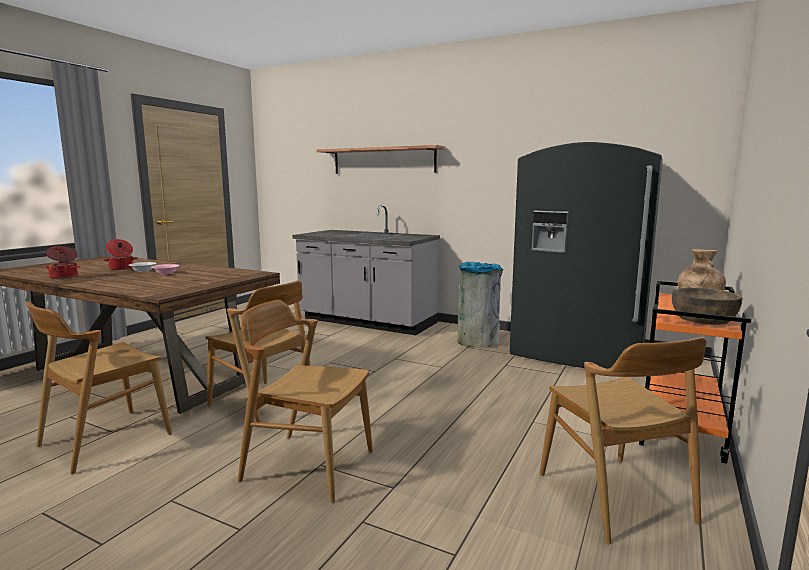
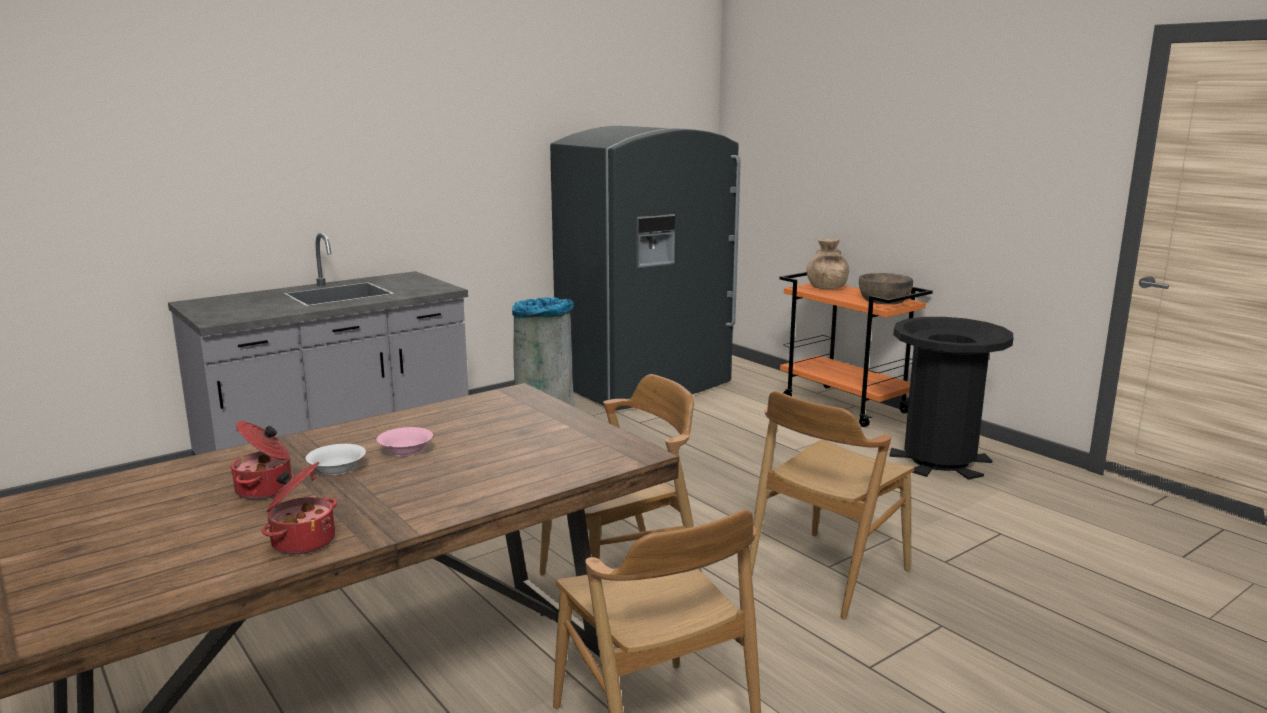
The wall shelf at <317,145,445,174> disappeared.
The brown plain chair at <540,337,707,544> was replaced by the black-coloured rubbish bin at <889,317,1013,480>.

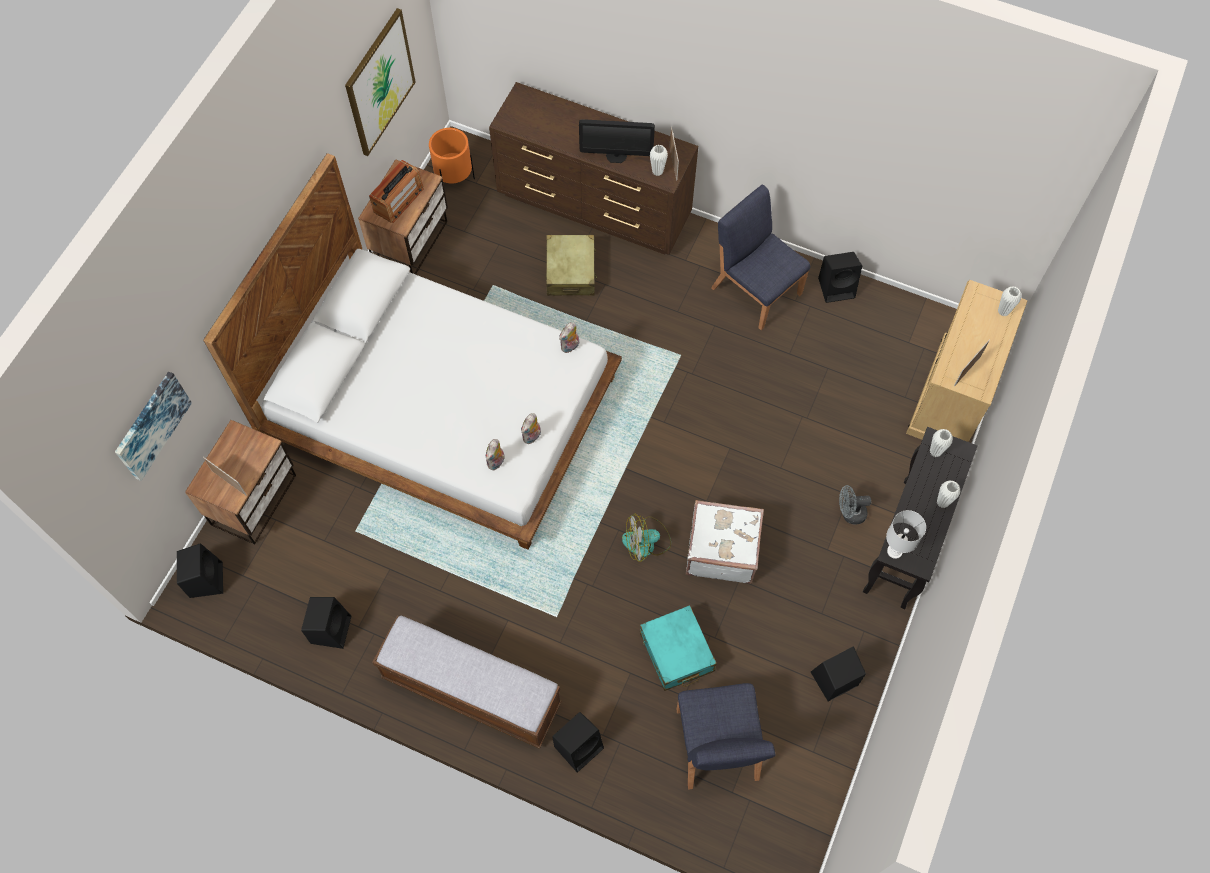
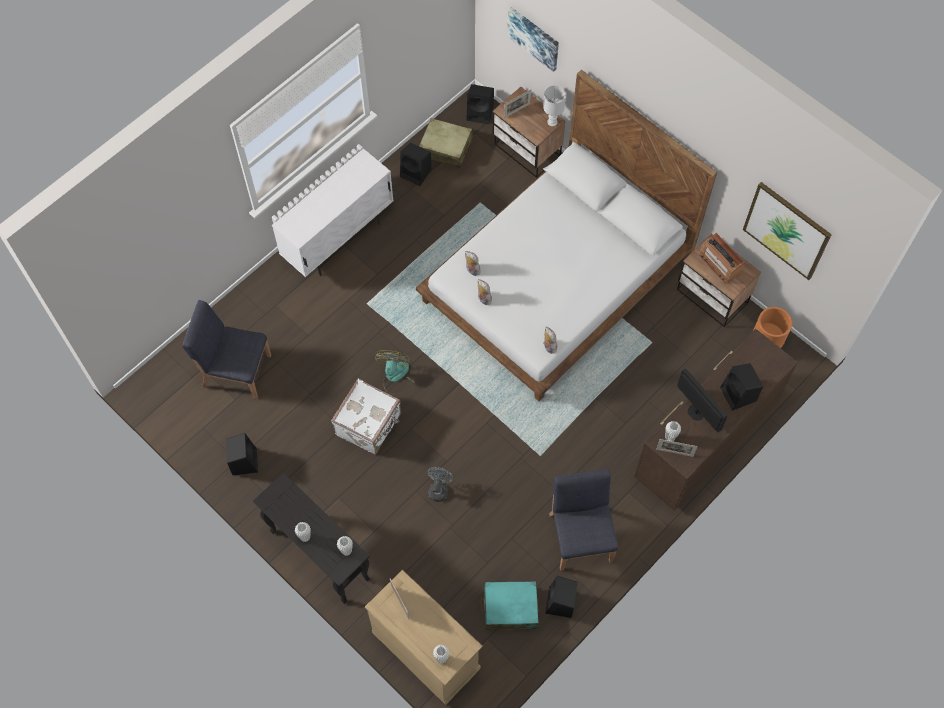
The long seat at <372,615,562,749> was replaced by the white-coloured cabinet at <272,148,393,277>.
The sand-coloured suitcase moved from <546,235,597,296> to <419,118,473,168>.
The black-coloured audio speaker moved from <552,712,604,773> to <720,363,763,411>.
The monitor at <579,119,655,163> turned 120 degrees clockwise.
The turquoise-coloured suitcase moved from <640,605,716,691> to <481,581,538,630>.
The bluish plain chair at <711,184,810,330> turned 75 degrees counterclockwise.
The grey electric fan moved from <839,485,871,525> to <428,467,453,502>.
The white-coloured tabletop lamp moved from <886,510,926,559> to <543,86,566,126>.

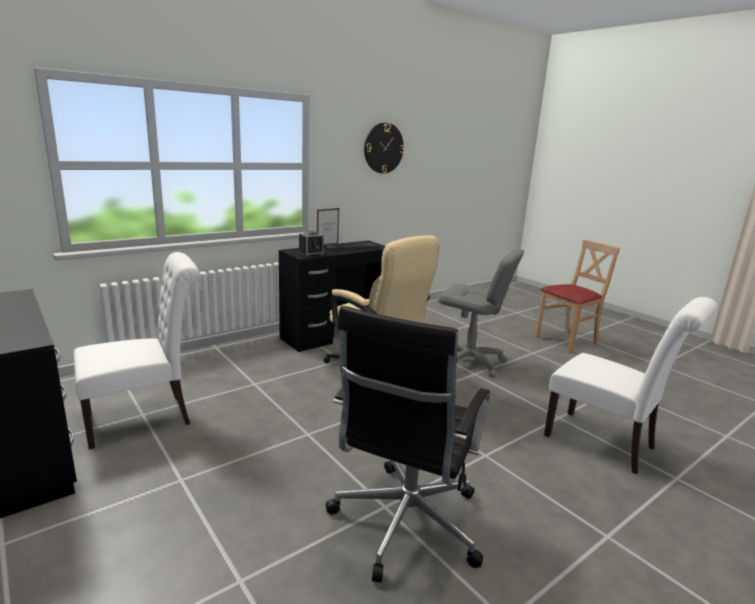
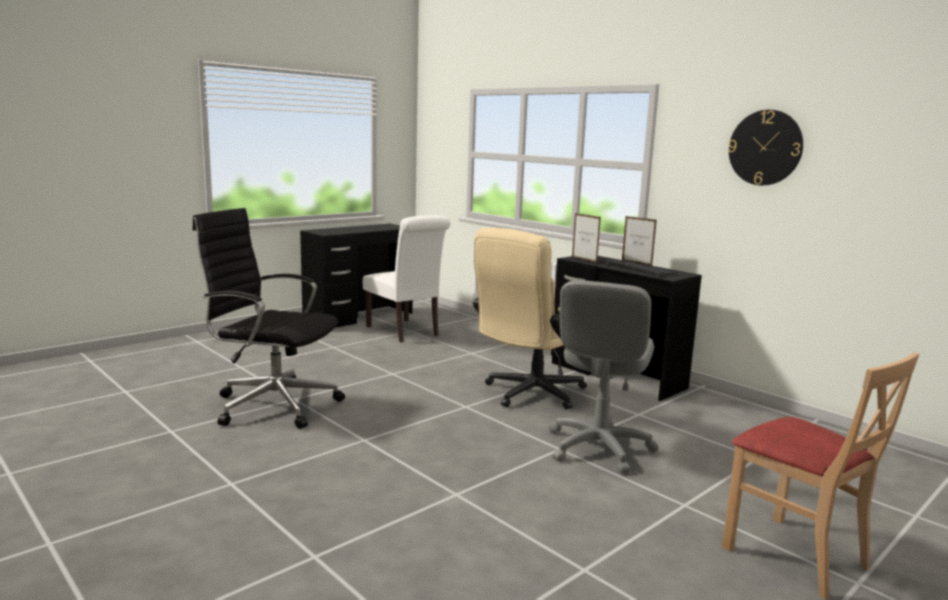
The alarm clock at <298,231,325,257> was replaced by the photo frame at <572,213,601,263>.
The white-coloured plain chair at <544,297,717,474> disappeared.

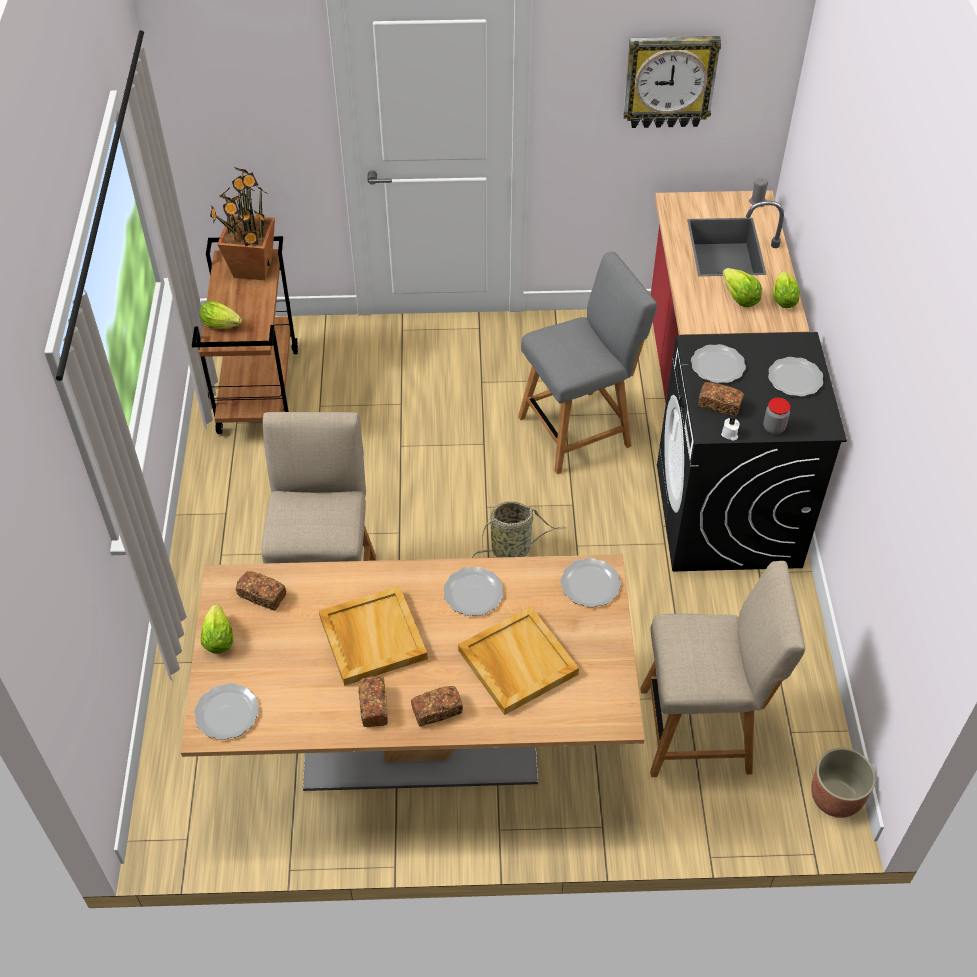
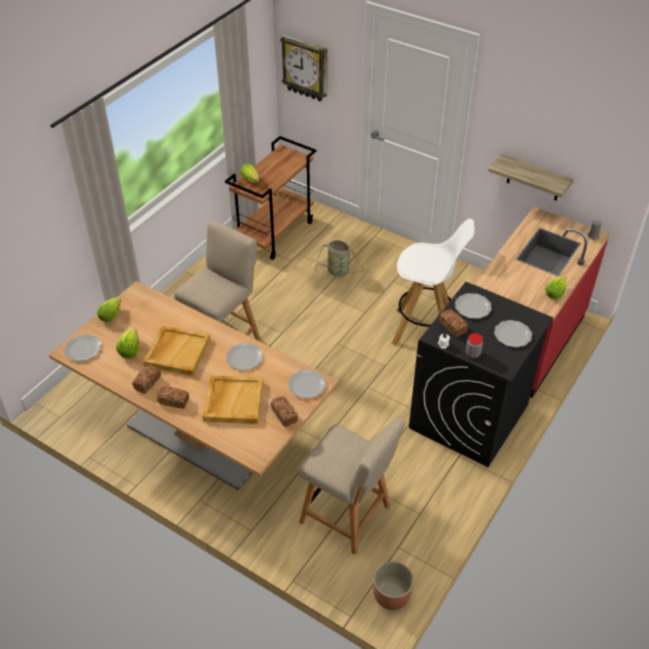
The plant in a pot at <210,167,275,280> disappeared.
The bread moved from <236,571,286,610> to <271,396,298,427>.
The basket moved from <472,501,567,558> to <315,240,371,277>.
The grey plain chair at <518,251,657,474> was replaced by the white-coloured stool seat at <392,219,475,345>.
The wall clock moved from <623,36,721,128> to <280,35,327,101>.
The lettuce moved from <722,268,762,307> to <116,328,139,359>.
The wall shelf at <488,154,573,200> appeared.

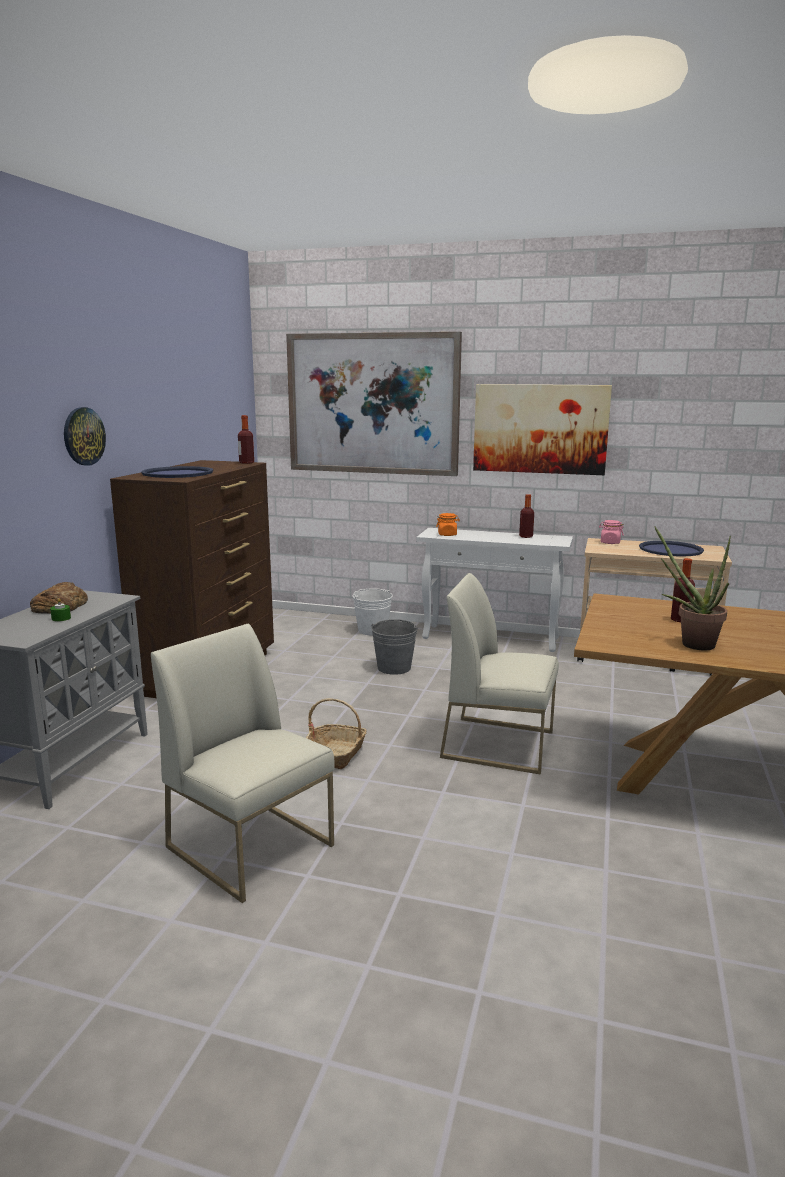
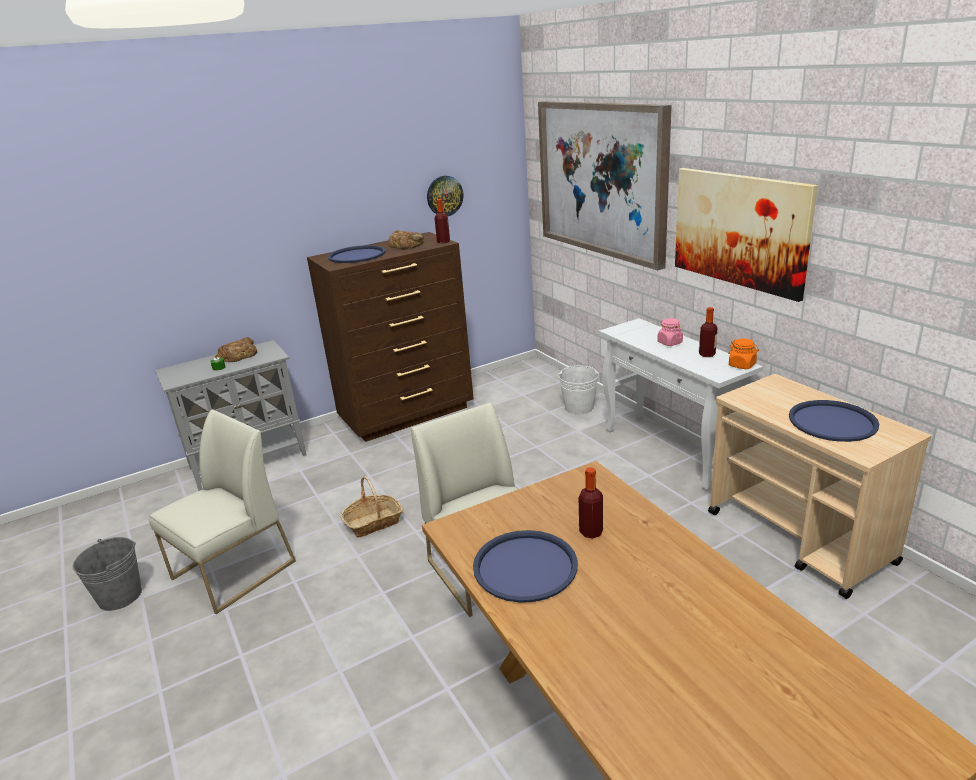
The wall clock moved from <64,407,106,466> to <427,176,463,216>.
The white-coloured plain chair at <151,624,335,903> turned 45 degrees clockwise.
The grey pail moved from <371,619,418,675> to <73,537,142,611>.
The orange jar moved from <436,513,460,536> to <729,339,759,369>.
The pink jar moved from <599,520,624,544> to <657,318,683,346>.
The plant in a pot at <654,526,731,651> was replaced by the bluish carrying tray at <473,530,578,603>.
The bread at <389,230,424,250> appeared.

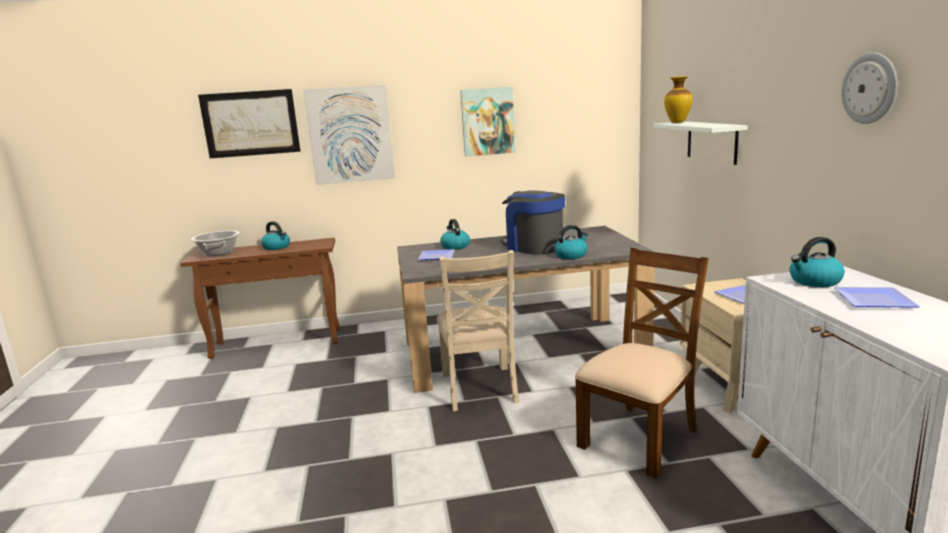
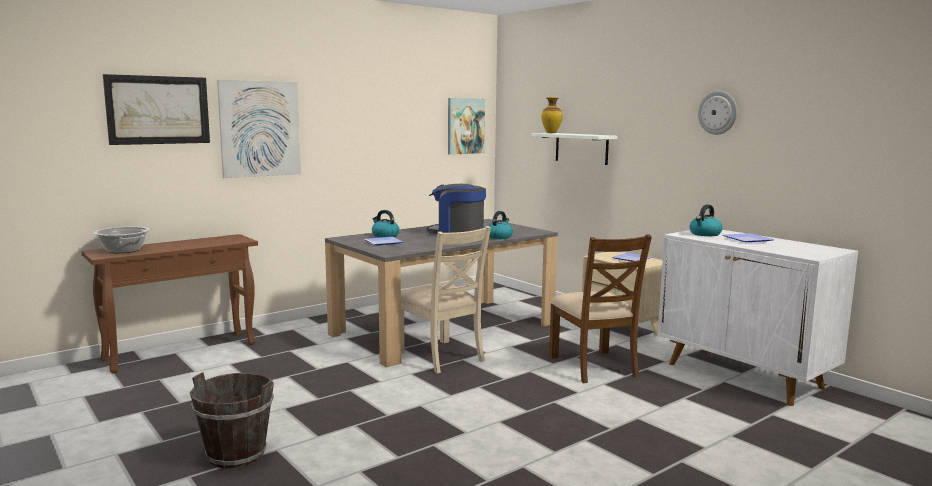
The water kettle at <261,221,290,250> disappeared.
The wall art moved from <460,87,516,157> to <448,98,485,155>.
The brown plain chair at <575,248,709,478> turned 150 degrees clockwise.
The brown pail at <190,372,274,468> appeared.

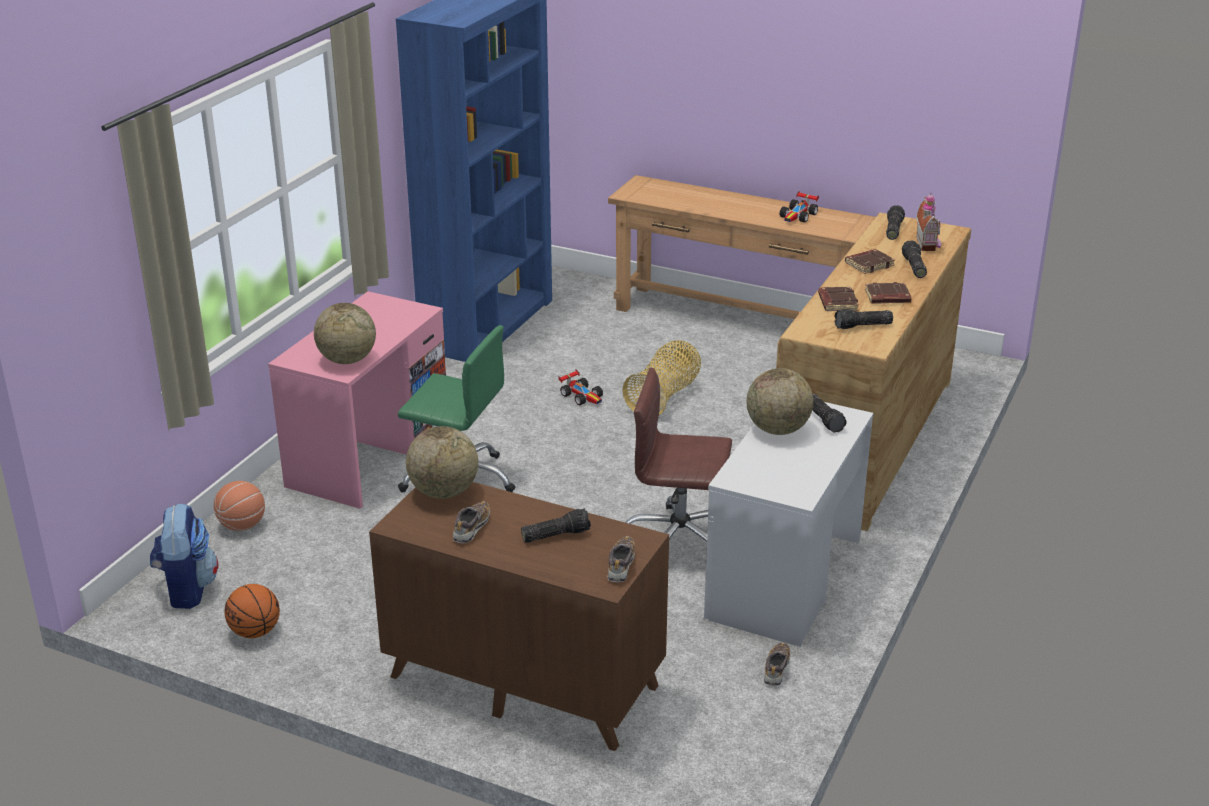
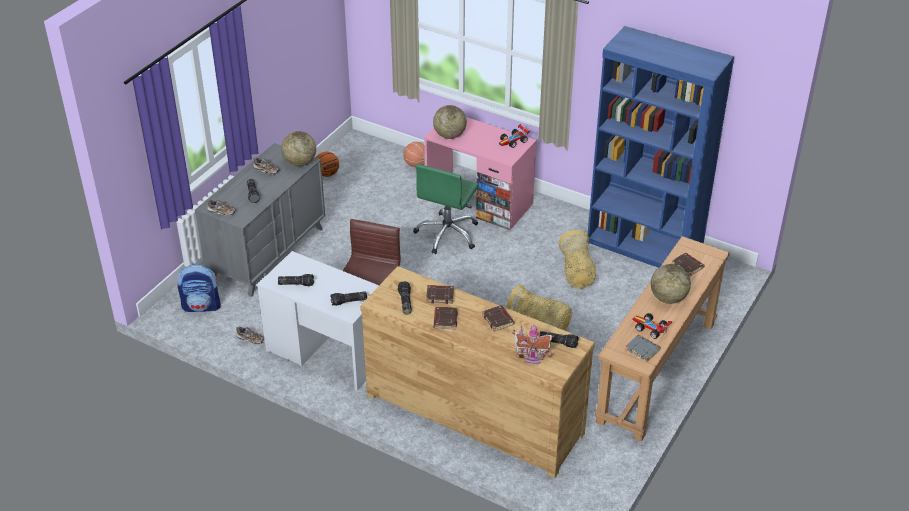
The backpack moved from <150,504,218,609> to <177,264,221,312>.
The brown dresser at <369,482,669,751> became the grey dresser at <195,143,325,297>.
The model car moved from <558,370,603,405> to <499,124,530,148>.
The world globe moved from <746,368,813,435> to <651,264,691,304>.
The flashlight moved from <902,240,927,278> to <278,274,314,286>.
The basket at <559,230,596,289> appeared.
The grey volume at <625,335,661,362> appeared.
The brown volume at <671,253,705,276> appeared.

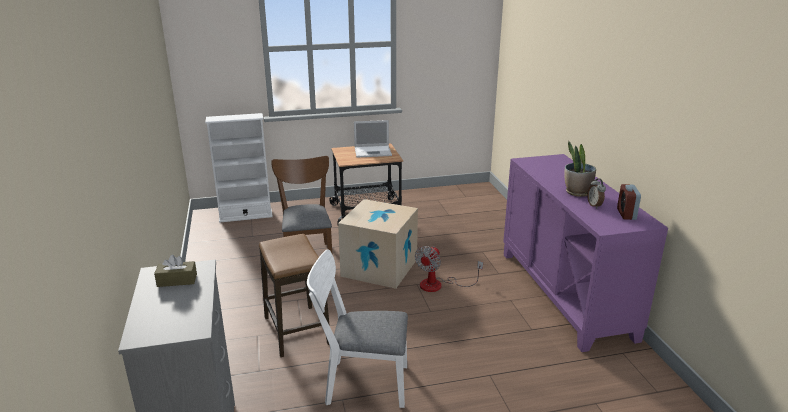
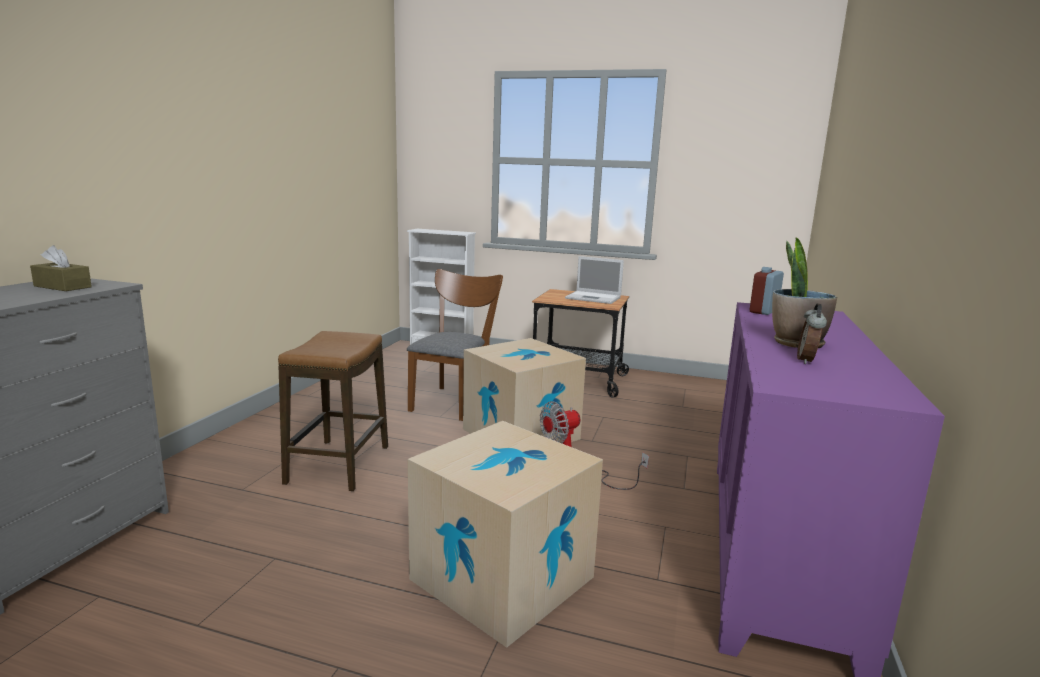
The white-coloured plain chair at <307,250,408,408> disappeared.
The alarm clock moved from <617,184,641,220> to <750,267,784,315>.
The packing box at <408,421,603,648> appeared.

